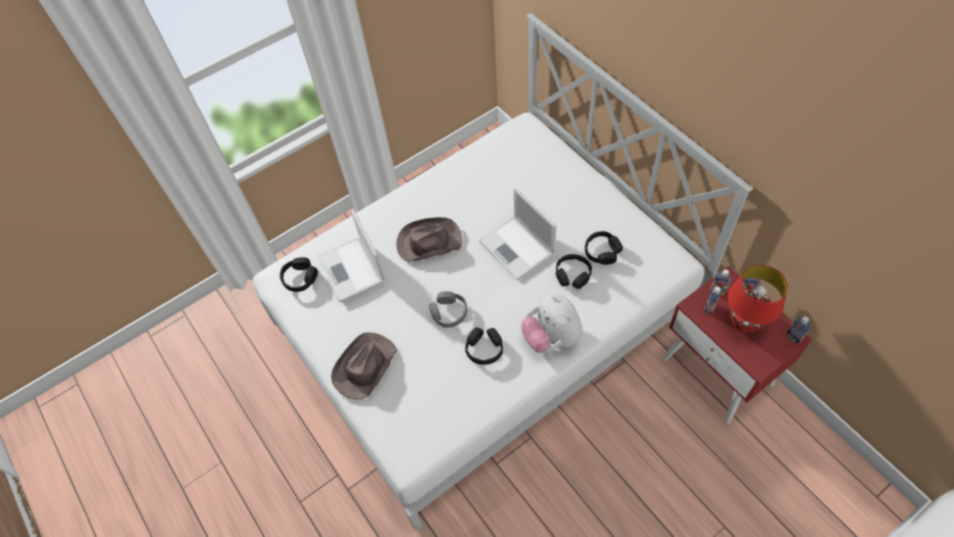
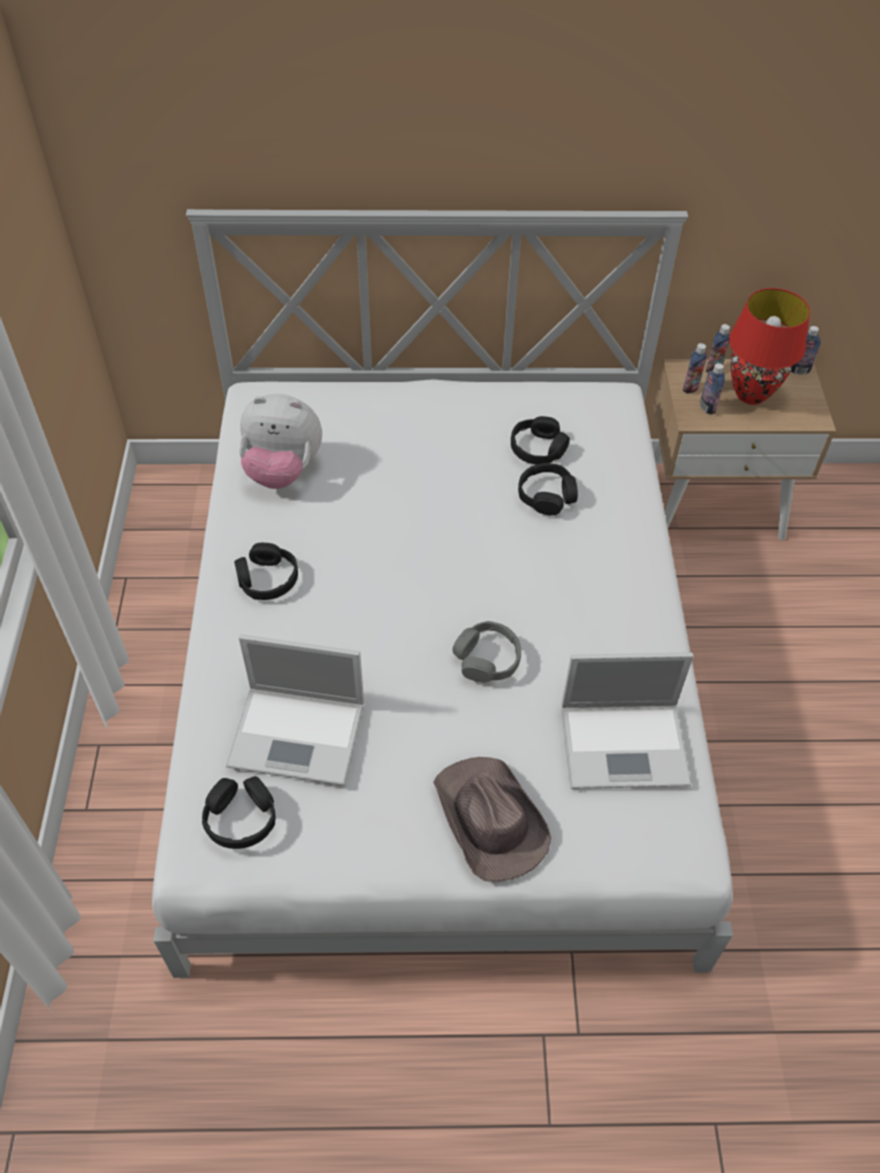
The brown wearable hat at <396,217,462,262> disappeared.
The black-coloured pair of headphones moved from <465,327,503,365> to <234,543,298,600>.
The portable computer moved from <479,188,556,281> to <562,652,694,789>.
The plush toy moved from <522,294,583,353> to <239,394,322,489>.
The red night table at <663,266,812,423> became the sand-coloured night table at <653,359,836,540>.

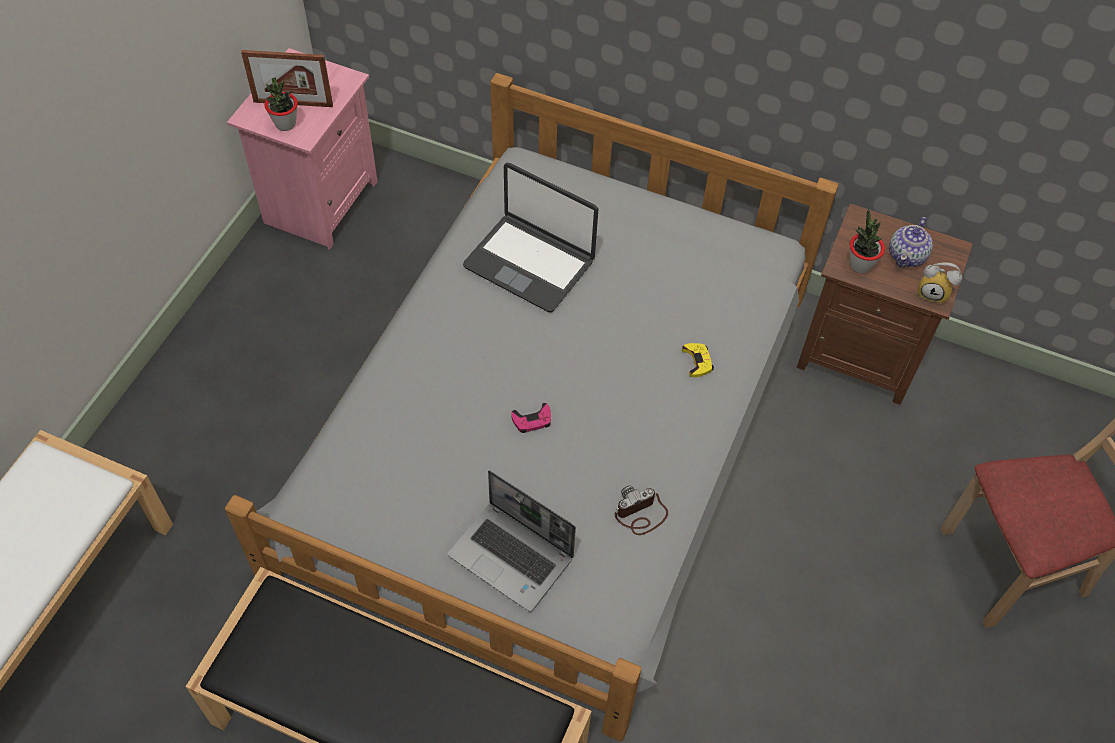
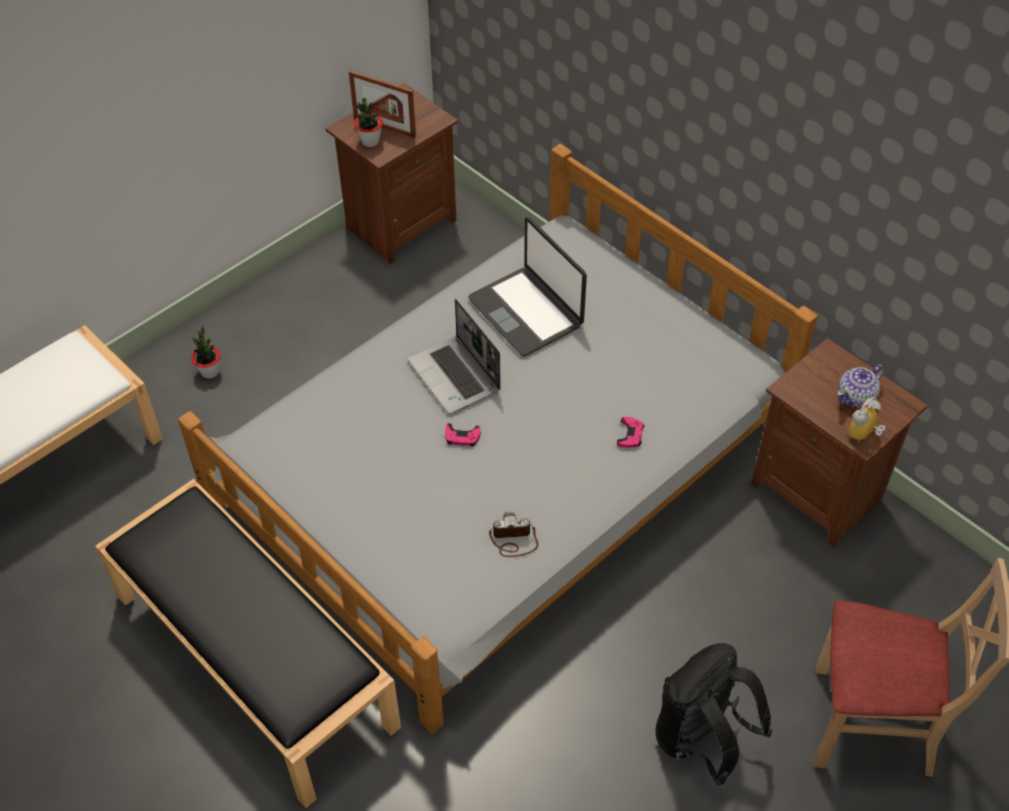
The pink night table at <227,48,378,250> became the brown night table at <325,83,458,264>.
The portable computer moved from <448,470,576,612> to <408,298,501,414>.
The yellowish game controller at <682,343,714,377> became the pink game controller at <617,417,644,448>.
The plant in a pot moved from <850,209,885,274> to <191,325,220,379>.
The alarm clock at <917,262,962,304> turned 90 degrees clockwise.
The black-coloured backpack at <655,643,772,785> appeared.

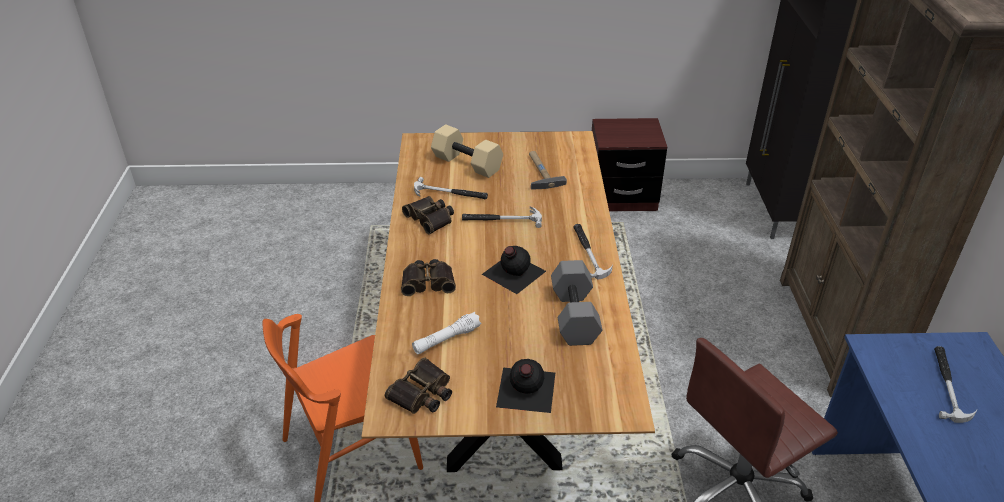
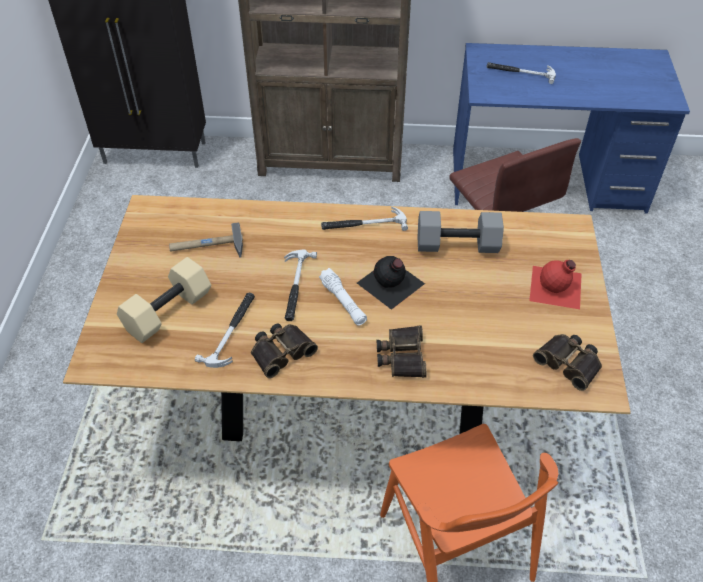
The white-coloured flashlight moved from <412,312,481,354> to <319,268,367,326>.
The black-coloured beverage bottle at <496,359,555,413> became the red beverage bottle at <529,260,582,309>.
The brown night table at <592,118,667,212> disappeared.

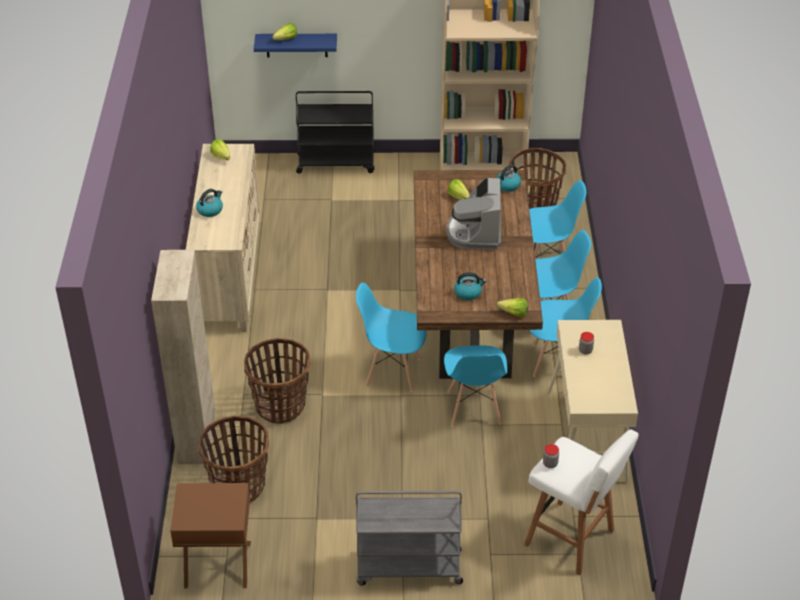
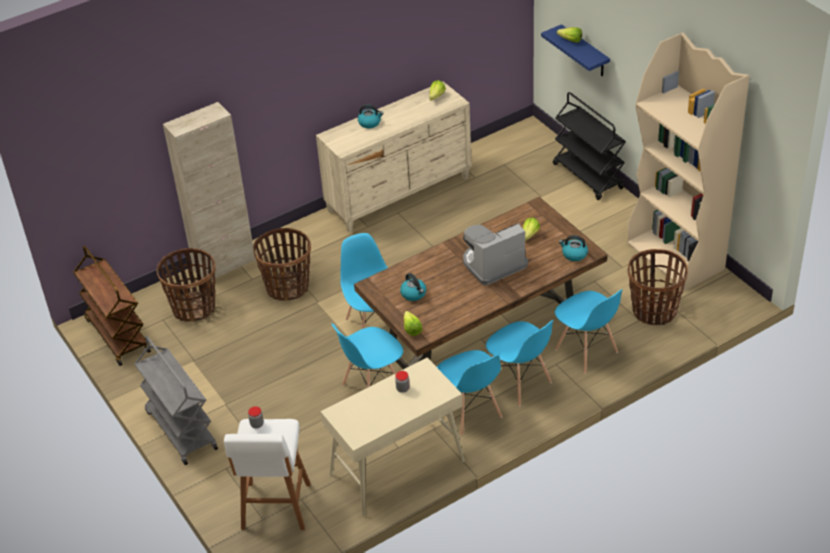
The brown night table at <170,483,251,589> was replaced by the brown wheeled cart at <73,245,151,366>.

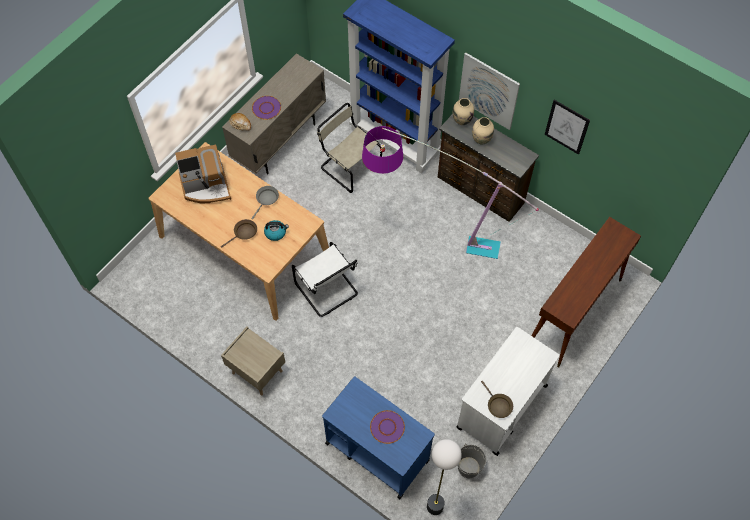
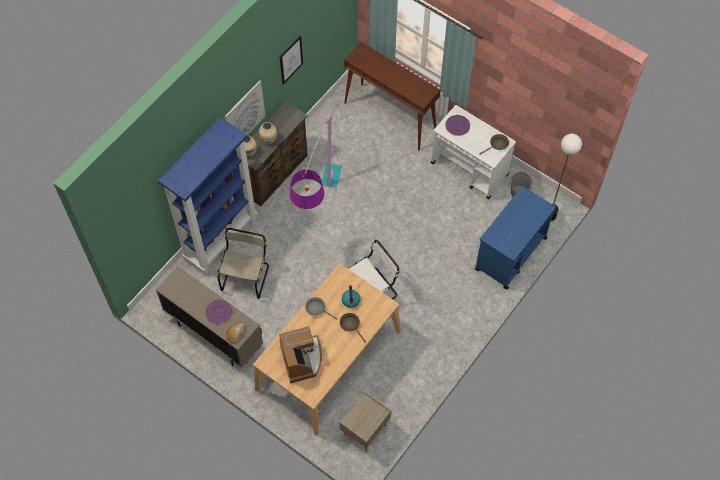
The sand-coloured night table moved from <221,327,285,396> to <339,391,392,451>.
The sand-coloured plain chair at <317,103,382,193> turned 150 degrees clockwise.
The purplish flat dish moved from <370,410,405,444> to <445,115,470,136>.

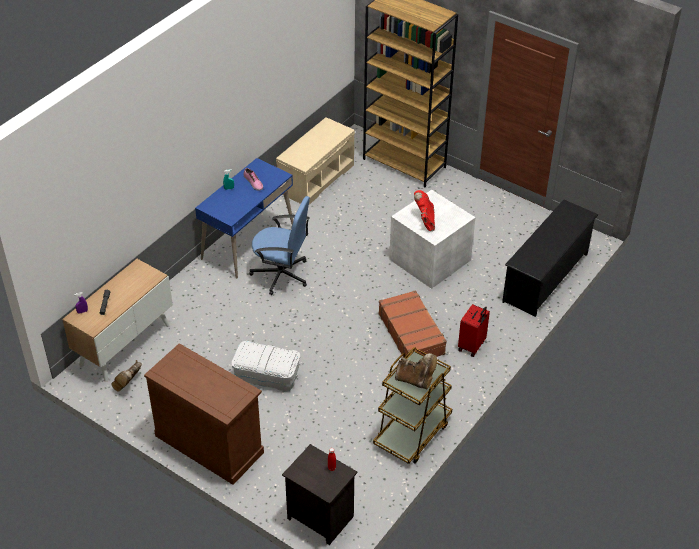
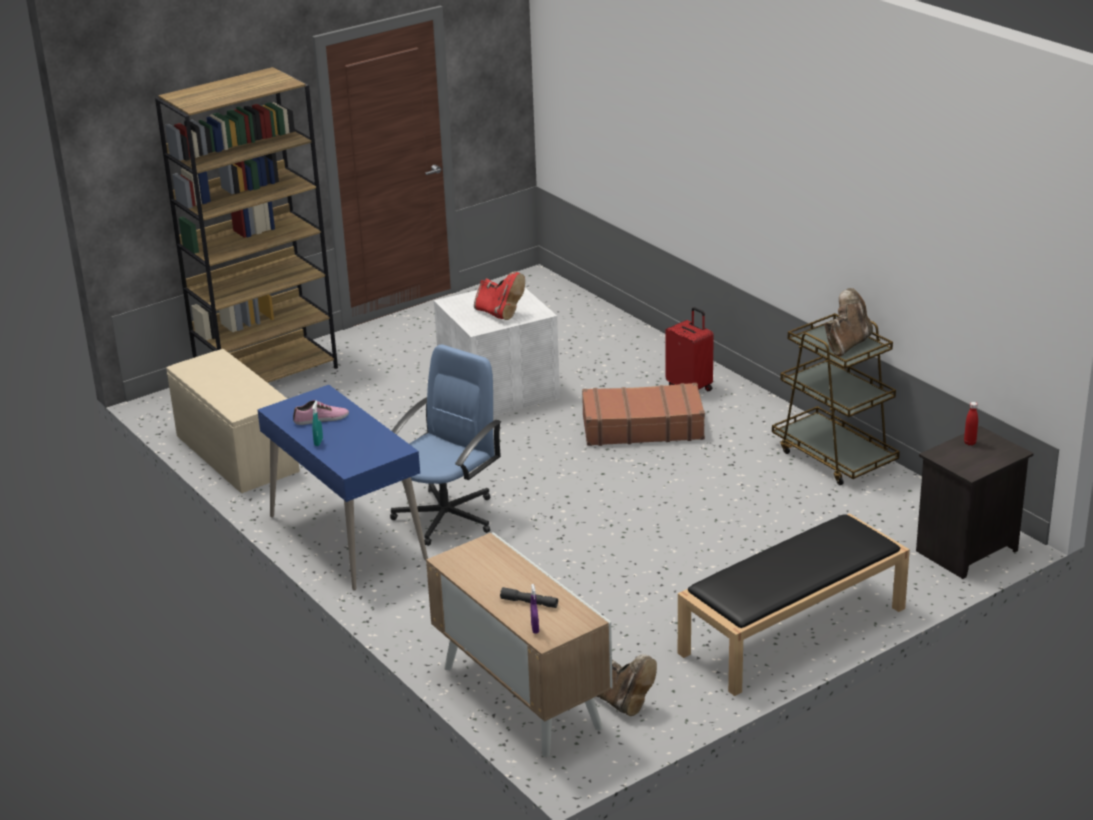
The brown cabinet at <144,343,264,485> was replaced by the black-coloured long seat at <678,513,910,696>.
The white-coloured storage container at <232,341,300,392> disappeared.
The red tall boot at <414,190,435,231> turned 150 degrees counterclockwise.
The black-coloured shoe shelf at <502,200,598,317> disappeared.

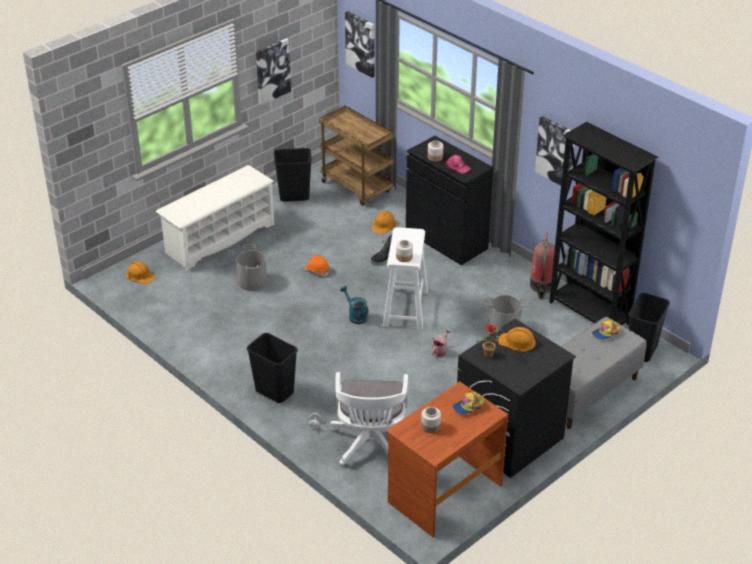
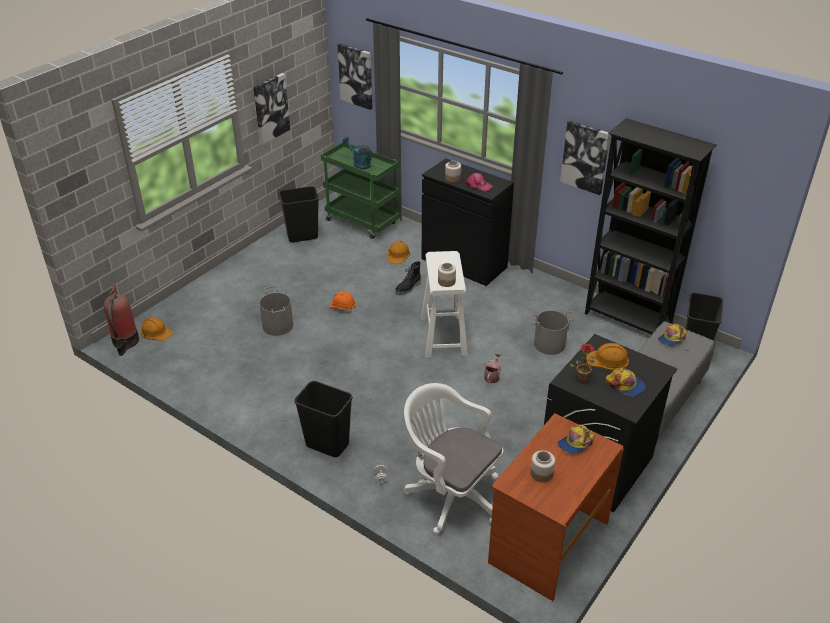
The white-coloured shoe shelf at <156,165,274,270> disappeared.
The brown wheeled cart at <319,106,394,206> became the green-coloured wheeled cart at <321,142,400,239>.
The white-coloured desk chair at <330,372,408,465> turned 135 degrees clockwise.
The turquoise-coloured watering pot moved from <340,286,369,324> to <343,137,372,170>.
The fire-fighting cylinder moved from <530,232,555,299> to <104,283,139,356>.
The peaked cap at <605,368,645,397> appeared.

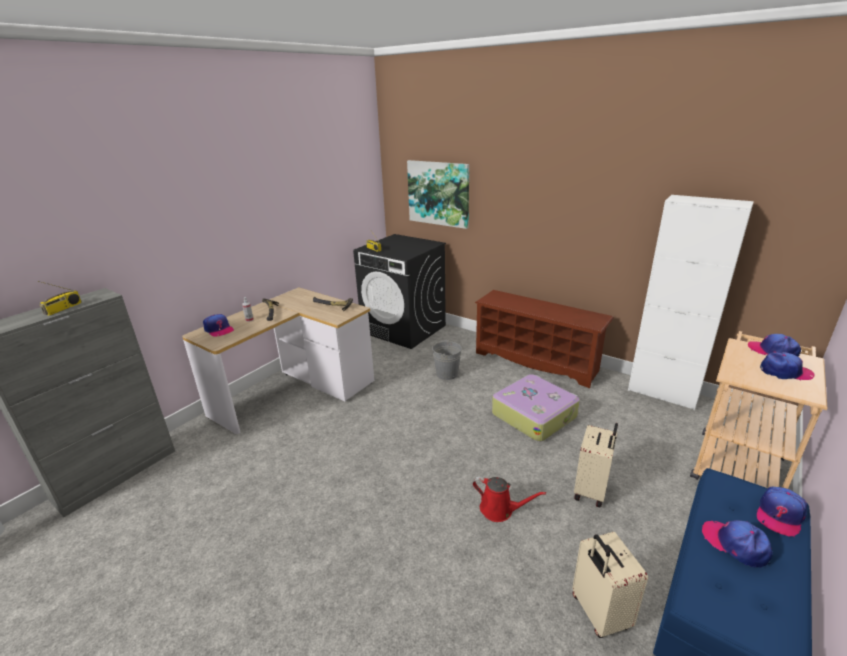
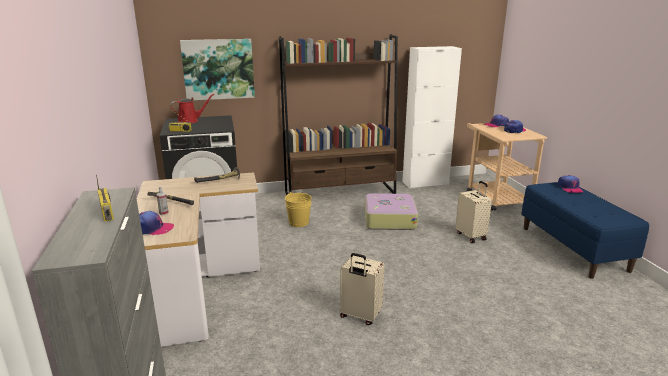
The grey pail at <432,339,462,380> became the yellowish pail at <285,192,311,227>.
The red watering pot moved from <473,476,546,522> to <170,94,214,123>.
The brown shoe shelf at <475,290,614,388> was replaced by the brown shelving unit at <279,35,398,195>.
The sand-coloured suitcase moved from <572,532,648,638> to <340,253,384,325>.
The peaked cap at <702,520,773,568> disappeared.

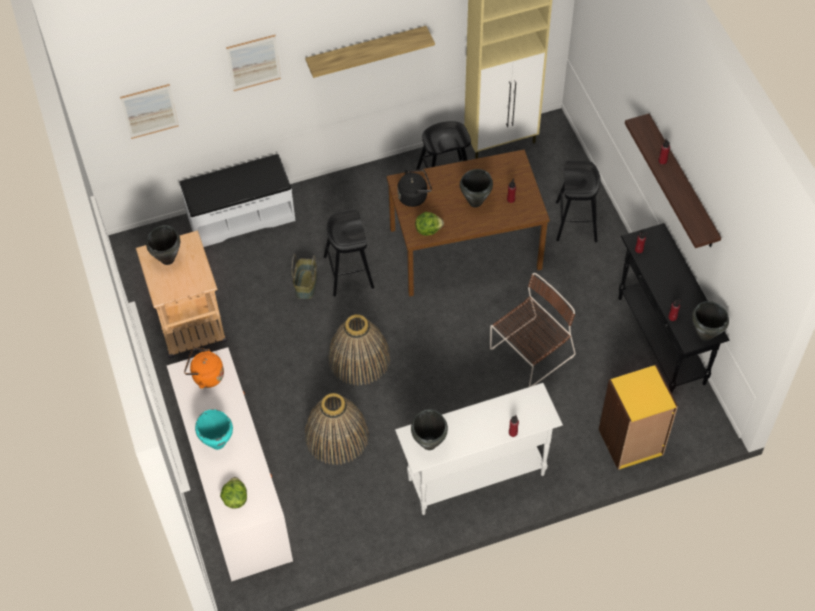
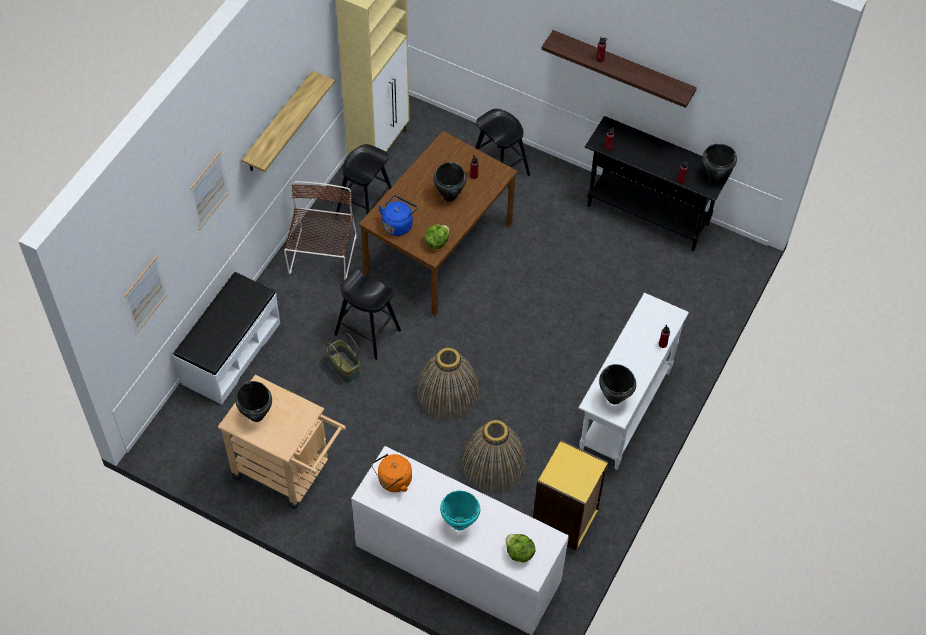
The black-coloured water kettle at <397,169,432,207> became the bluish water kettle at <378,195,418,236>.
The brown plain chair moved from <490,273,576,387> to <284,181,357,280>.
The yellowish shelving unit moved from <599,364,678,470> to <533,440,608,551>.

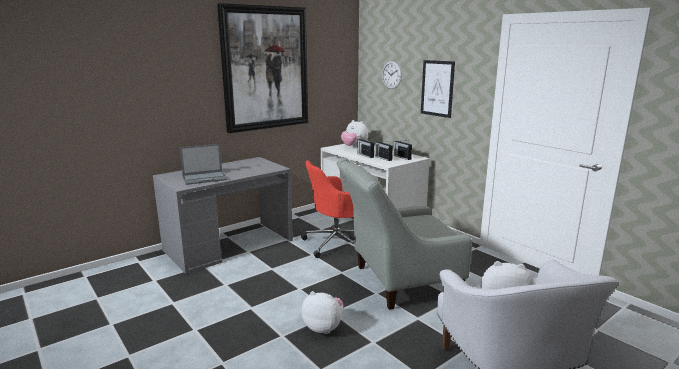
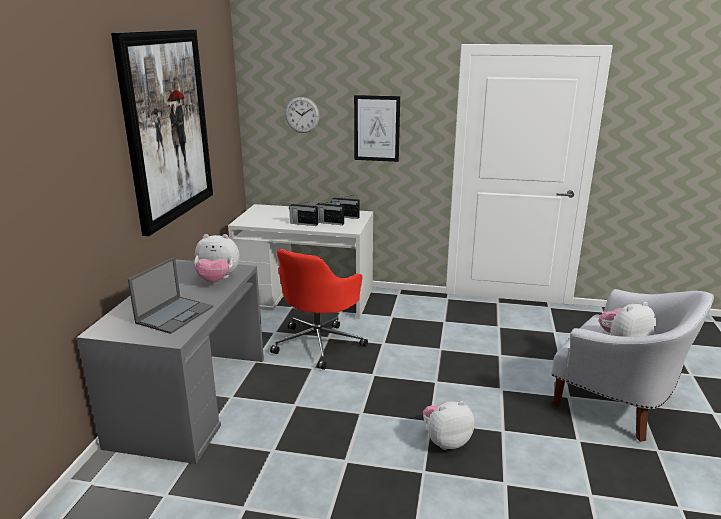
The grey lounge chair at <337,157,472,310> disappeared.
The plush toy moved from <341,120,368,147> to <194,234,239,283>.

